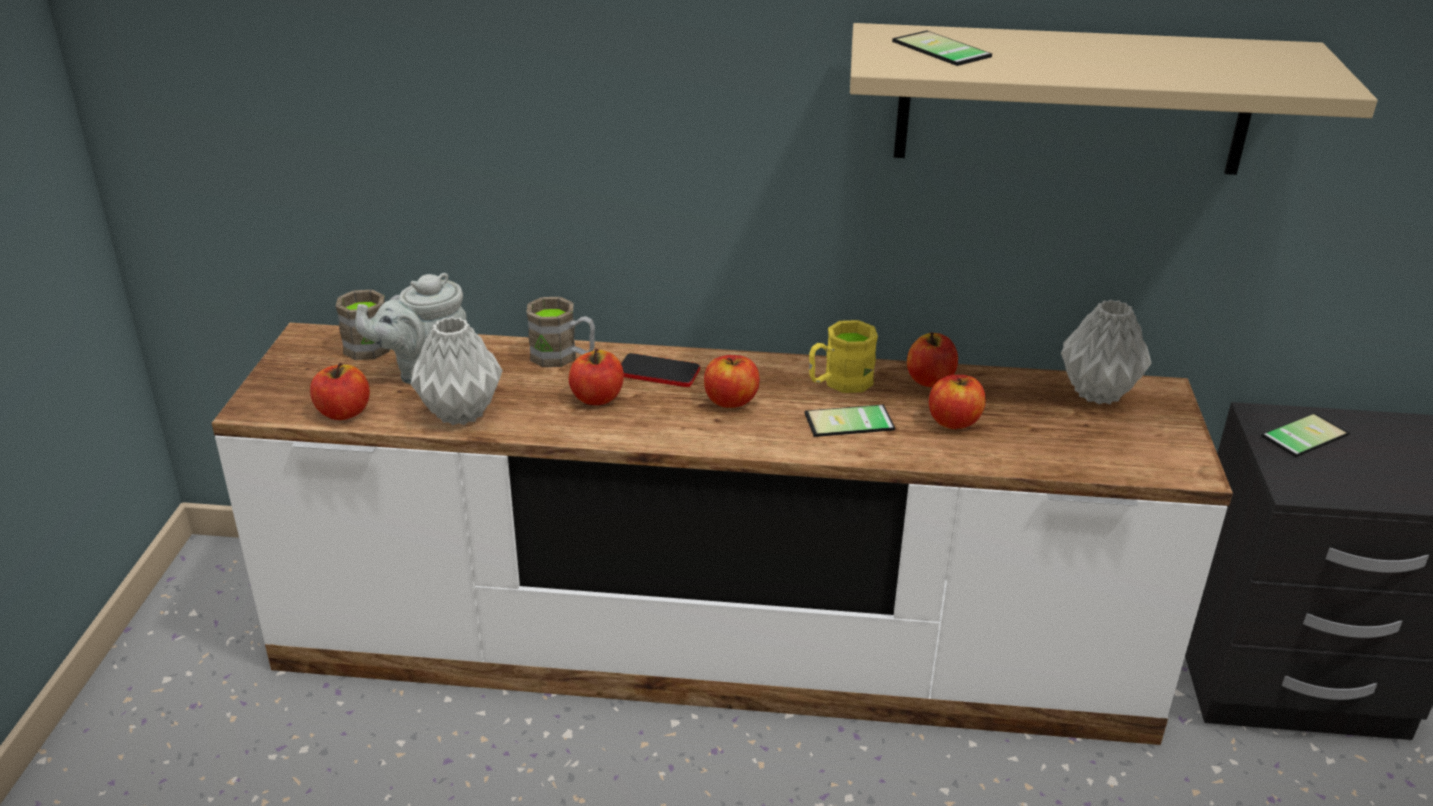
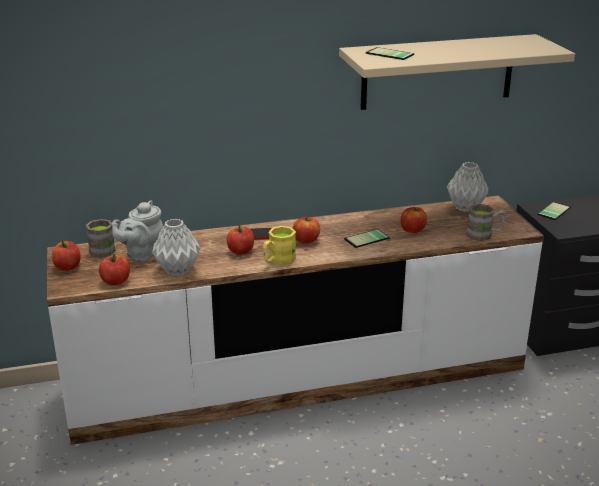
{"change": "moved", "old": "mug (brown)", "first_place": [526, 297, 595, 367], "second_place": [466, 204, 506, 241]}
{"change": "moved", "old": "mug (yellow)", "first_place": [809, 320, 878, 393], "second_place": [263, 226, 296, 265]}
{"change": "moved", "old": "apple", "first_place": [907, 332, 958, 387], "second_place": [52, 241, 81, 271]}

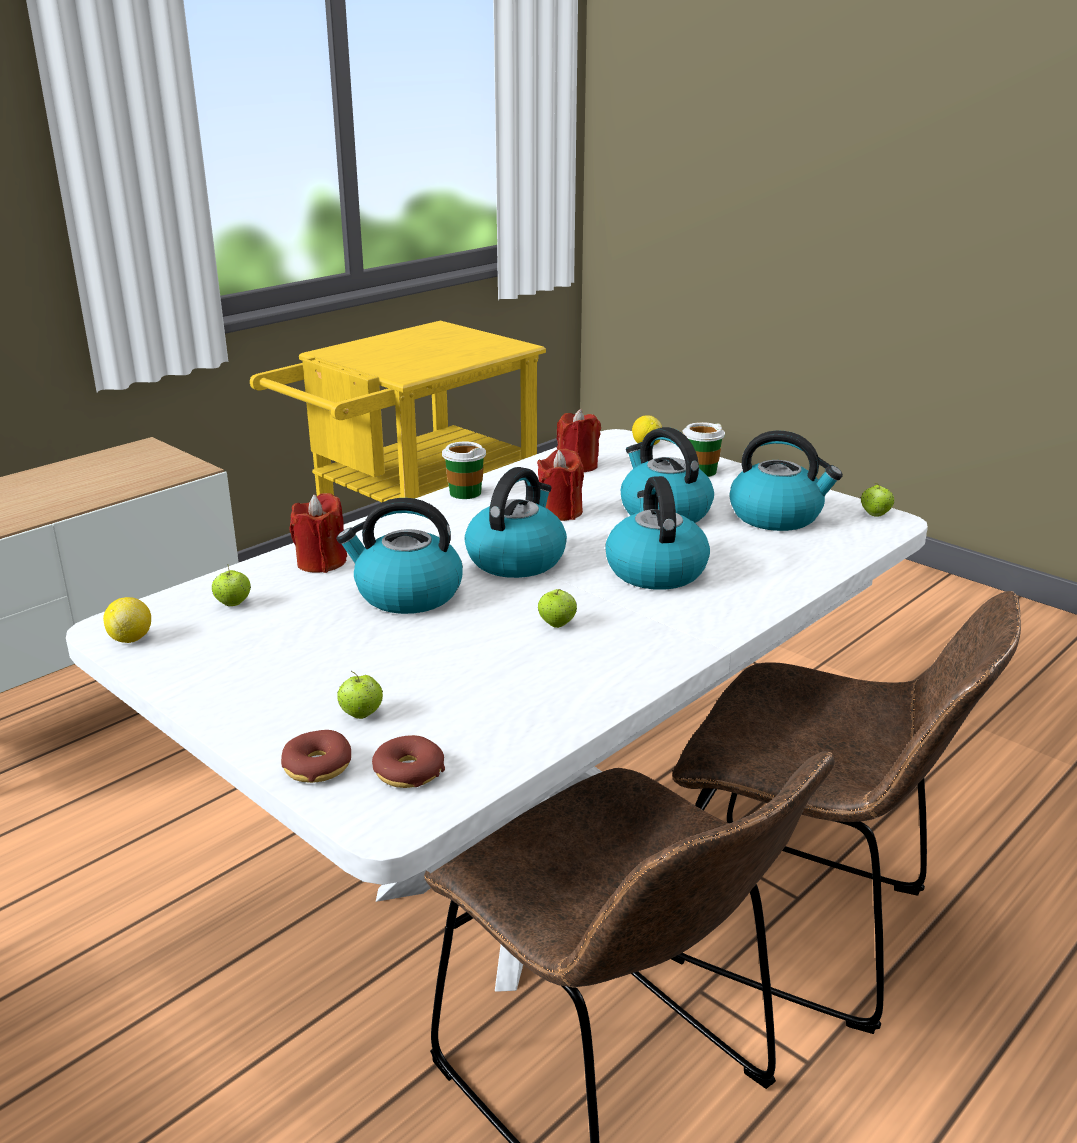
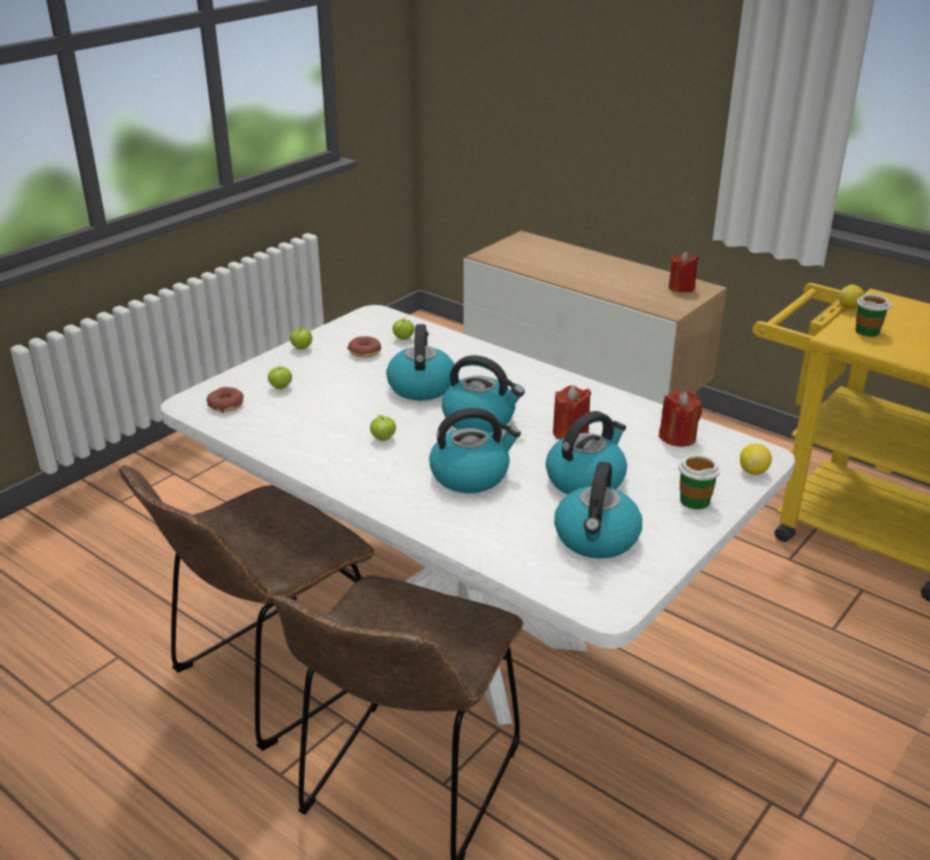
{"change": "moved", "old": "lemon", "first_place": [103, 597, 151, 643], "second_place": [839, 284, 864, 309]}
{"change": "moved", "old": "donut", "first_place": [281, 730, 351, 783], "second_place": [347, 336, 381, 358]}
{"change": "moved", "old": "candle (red)", "first_place": [290, 493, 347, 573], "second_place": [669, 252, 699, 293]}
{"change": "moved", "old": "cup", "first_place": [442, 441, 486, 499], "second_place": [855, 294, 891, 337]}
{"change": "moved", "old": "apple", "first_place": [861, 482, 894, 517], "second_place": [290, 324, 313, 350]}

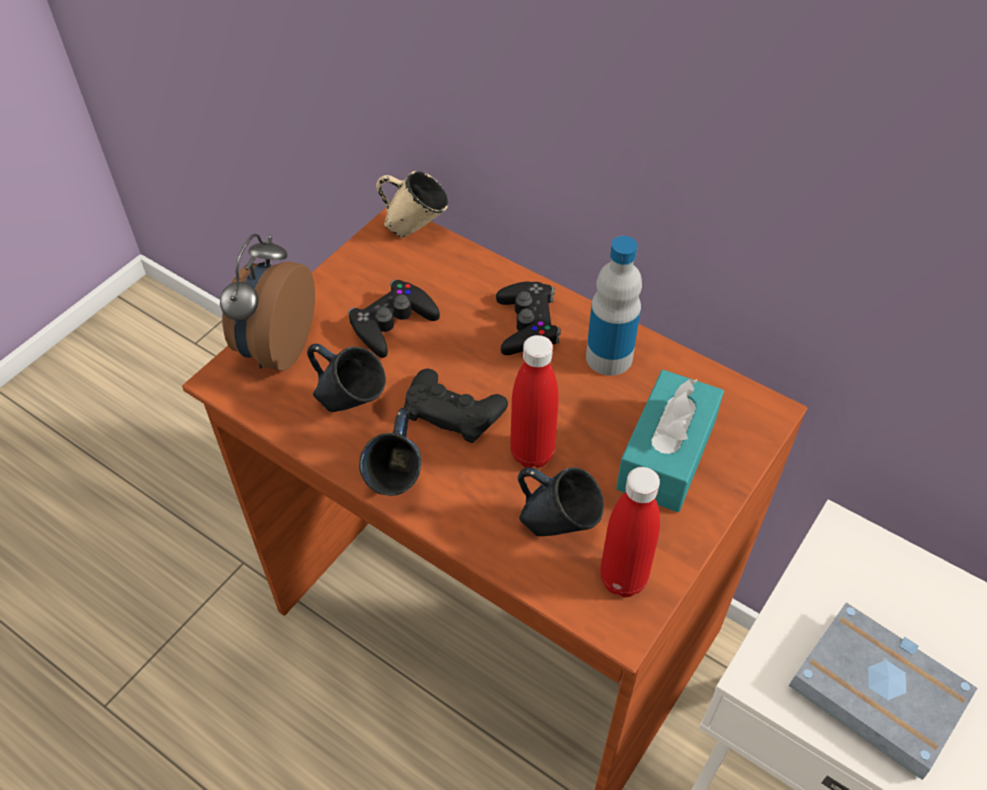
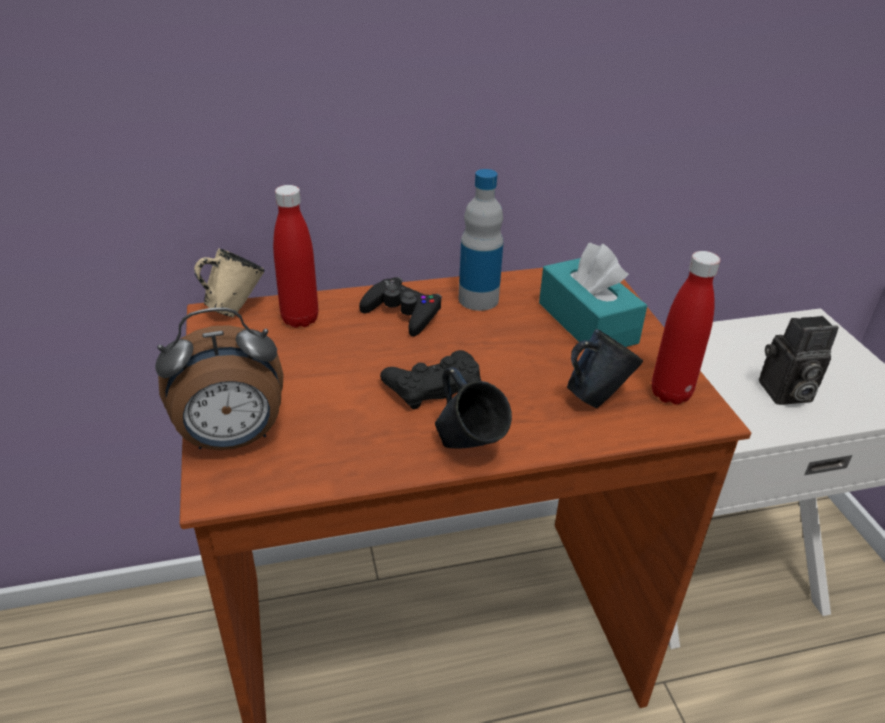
{"change": "turned", "old": "alarm clock", "first_place": [220, 233, 315, 371], "second_place": [155, 308, 283, 450], "degrees": -75}
{"change": "removed", "old": "mug (blue)", "first_place": [307, 344, 386, 412]}
{"change": "removed", "old": "game controller (black)", "first_place": [348, 280, 440, 358]}
{"change": "moved", "old": "bottle (red)", "first_place": [510, 335, 559, 468], "second_place": [273, 185, 318, 328]}
{"change": "replaced", "old": "book (grey)", "new": "photo camera", "first_place": [789, 602, 977, 780], "second_place": [759, 316, 839, 405]}

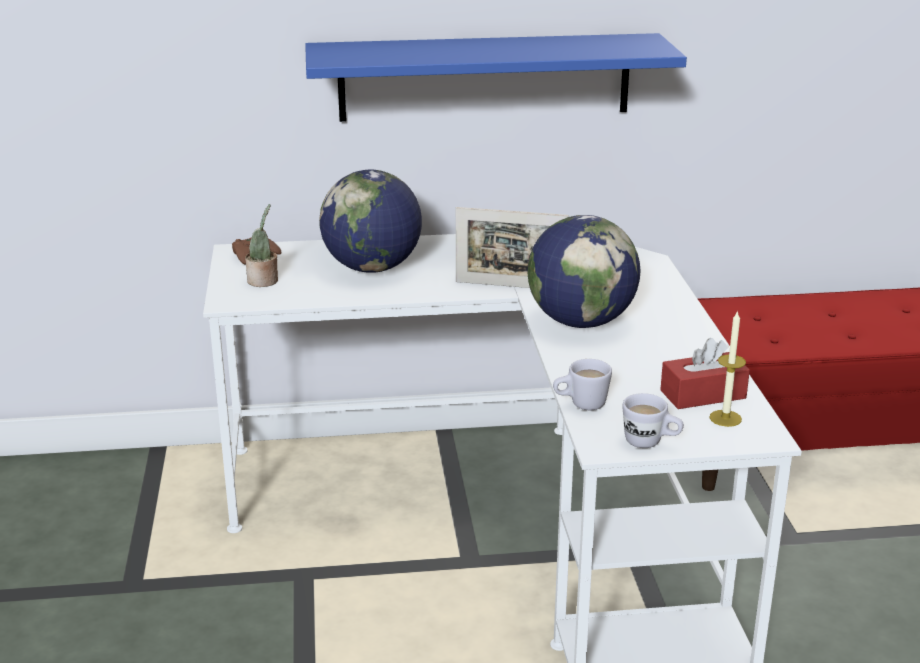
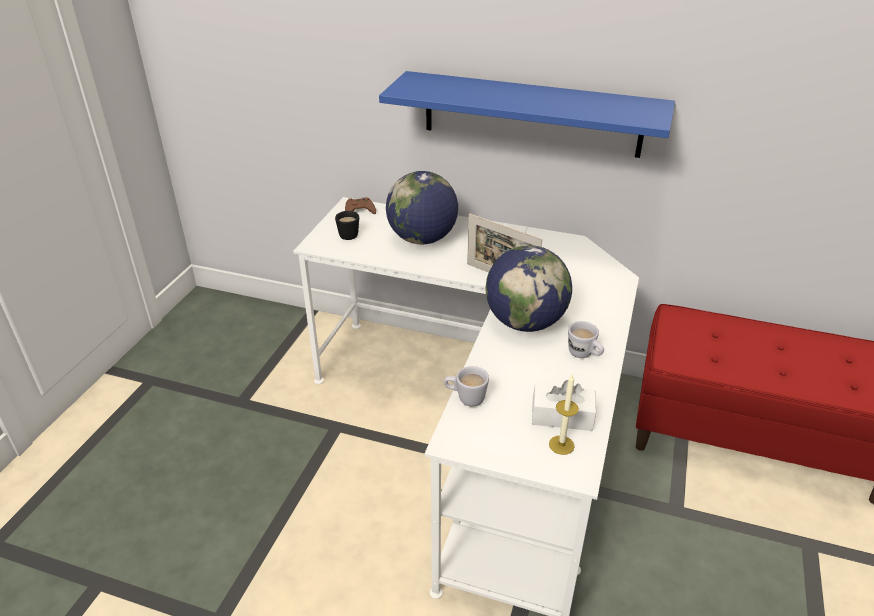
{"change": "replaced", "old": "potted plant", "new": "mug (black)", "first_place": [245, 204, 278, 287], "second_place": [335, 211, 359, 240]}
{"change": "moved", "old": "mug (white)", "first_place": [622, 393, 684, 448], "second_place": [568, 321, 604, 358]}
{"change": "recoloured", "old": "tissue box (red)", "new": "tissue box (white)", "first_place": [660, 338, 750, 409], "second_place": [532, 380, 596, 431]}

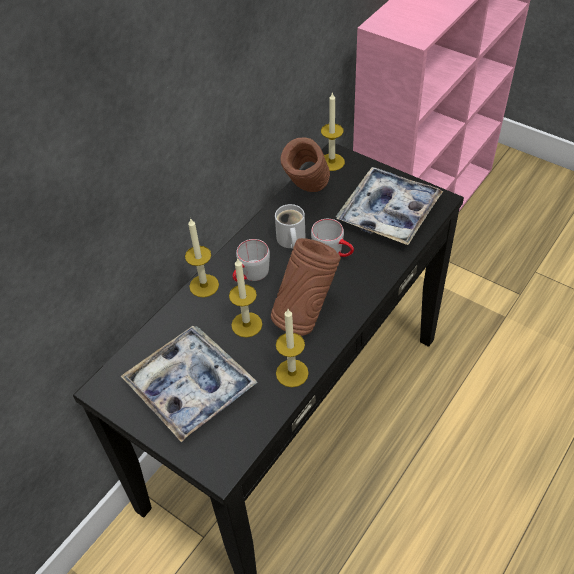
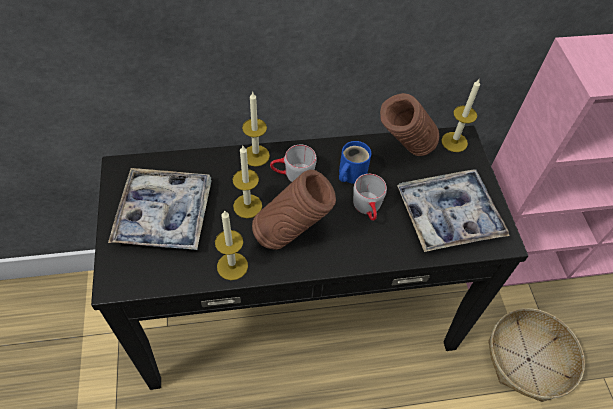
{"change": "recoloured", "old": "mug (white)", "new": "mug (blue)", "first_place": [275, 204, 306, 249], "second_place": [339, 141, 371, 184]}
{"change": "added", "new": "basket", "second_place": [488, 308, 585, 402]}

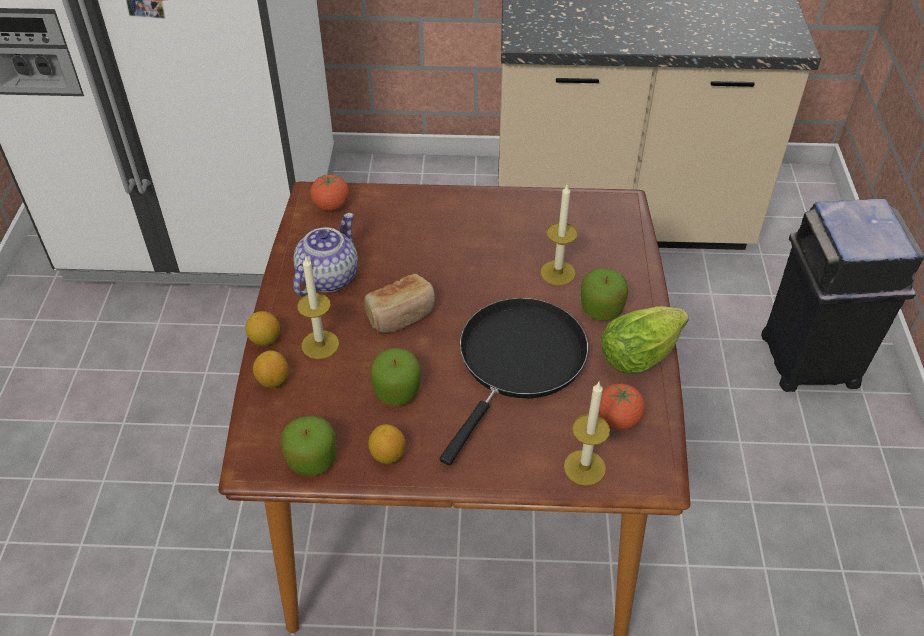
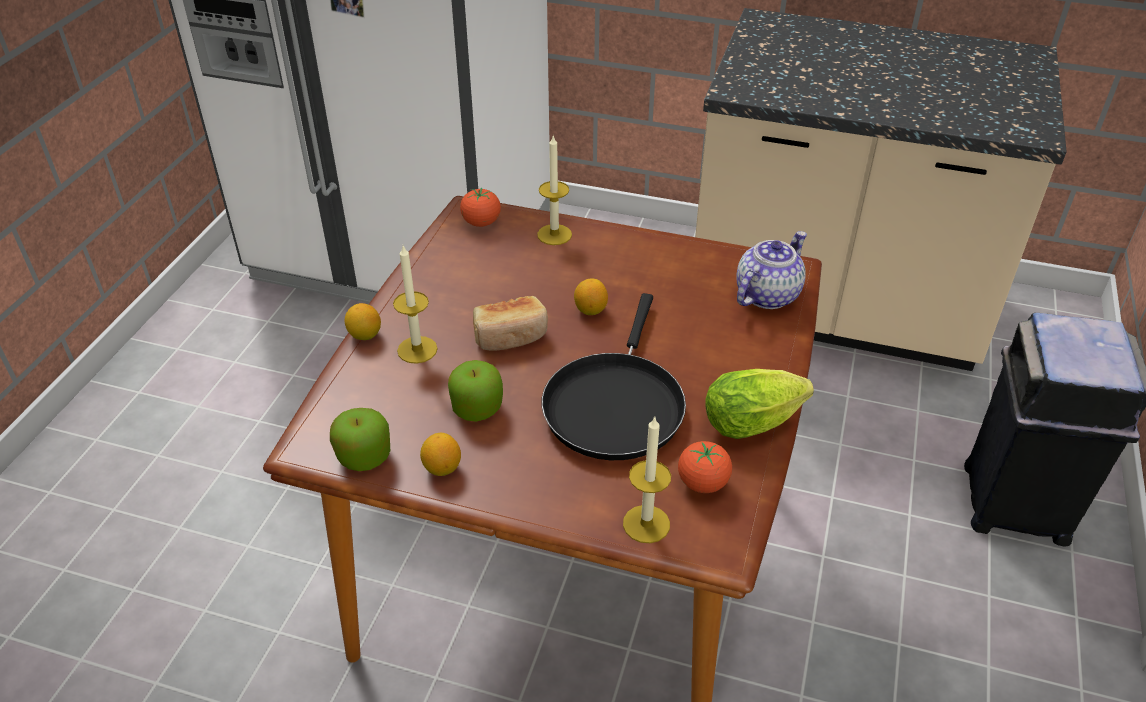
{"change": "moved", "old": "lemon", "first_place": [253, 350, 289, 388], "second_place": [574, 278, 608, 315]}
{"change": "moved", "old": "teapot", "first_place": [293, 213, 358, 296], "second_place": [736, 231, 807, 309]}
{"change": "turned", "old": "frying pan (black)", "first_place": [440, 298, 588, 465], "second_place": [541, 293, 686, 460], "degrees": 150}
{"change": "moved", "old": "candle", "first_place": [541, 185, 578, 285], "second_place": [537, 134, 572, 245]}
{"change": "removed", "old": "apple", "first_place": [581, 268, 628, 320]}

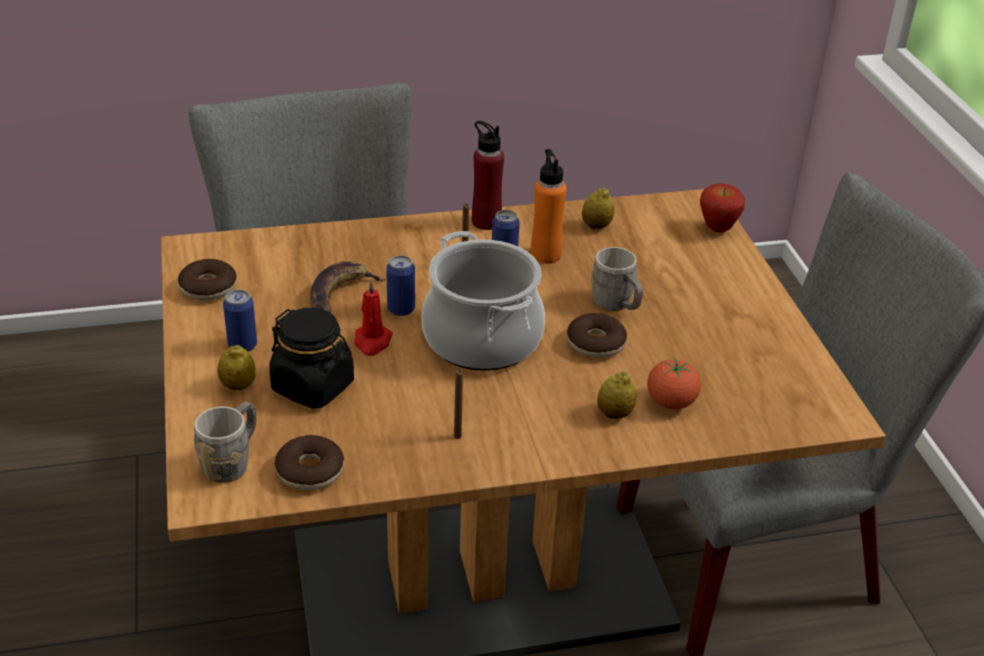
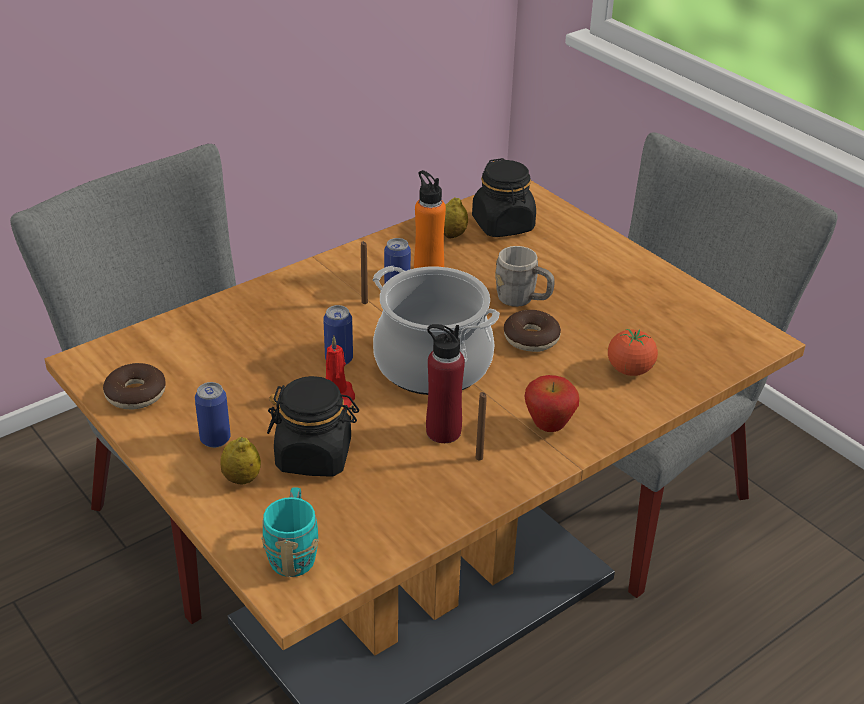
{"change": "recoloured", "old": "mug (grey)", "new": "mug (turquoise)", "first_place": [194, 401, 257, 483], "second_place": [261, 487, 319, 577]}
{"change": "removed", "old": "donut", "first_place": [275, 435, 344, 490]}
{"change": "removed", "old": "banana", "first_place": [310, 261, 386, 313]}
{"change": "moved", "old": "bottle (red)", "first_place": [472, 121, 504, 230], "second_place": [426, 324, 465, 443]}
{"change": "removed", "old": "lemon", "first_place": [597, 371, 637, 419]}
{"change": "moved", "old": "apple", "first_place": [700, 183, 745, 232], "second_place": [525, 375, 579, 432]}
{"change": "added", "new": "jar (black)", "second_place": [472, 158, 536, 237]}

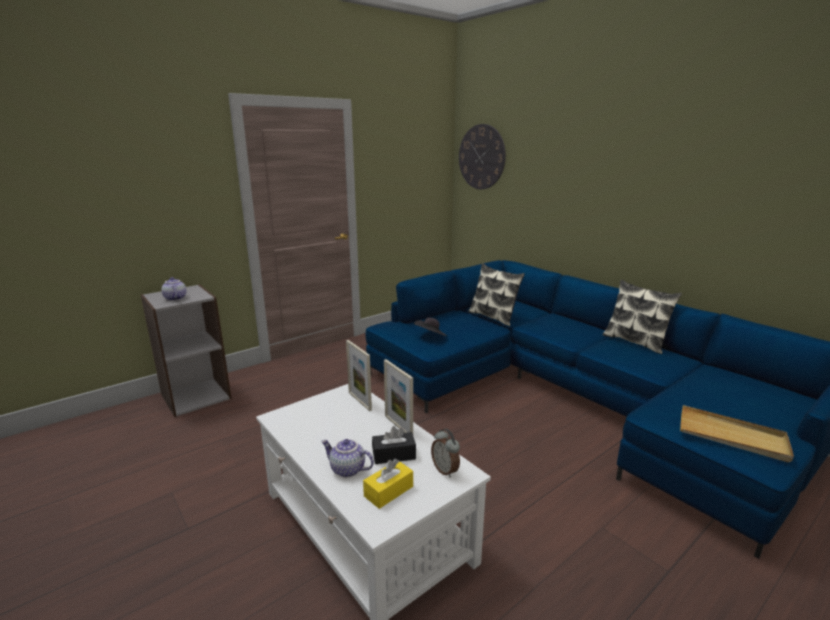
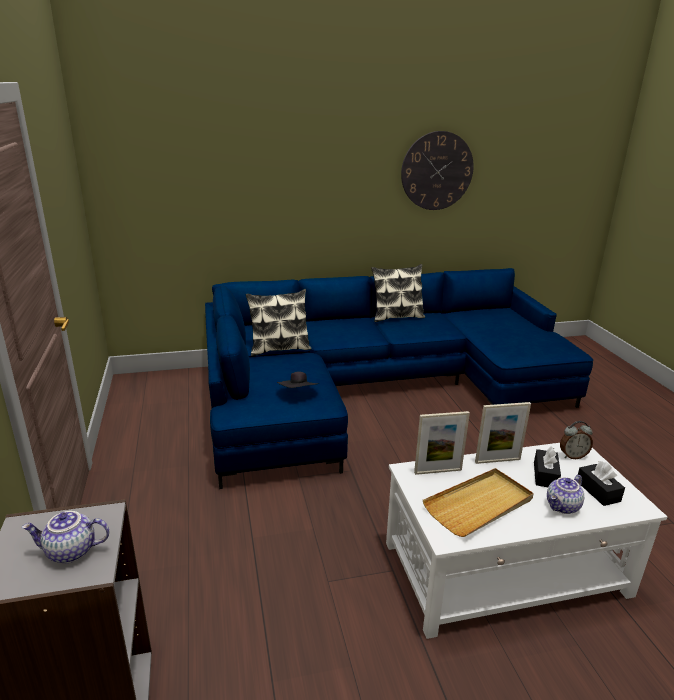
{"change": "recoloured", "old": "tissue box (yellow)", "new": "tissue box (black)", "first_place": [363, 458, 413, 509], "second_place": [578, 461, 625, 506]}
{"change": "moved", "old": "wall clock", "first_place": [459, 124, 506, 189], "second_place": [401, 131, 474, 210]}
{"change": "moved", "old": "tray (beige)", "first_place": [680, 405, 794, 462], "second_place": [423, 468, 534, 537]}

